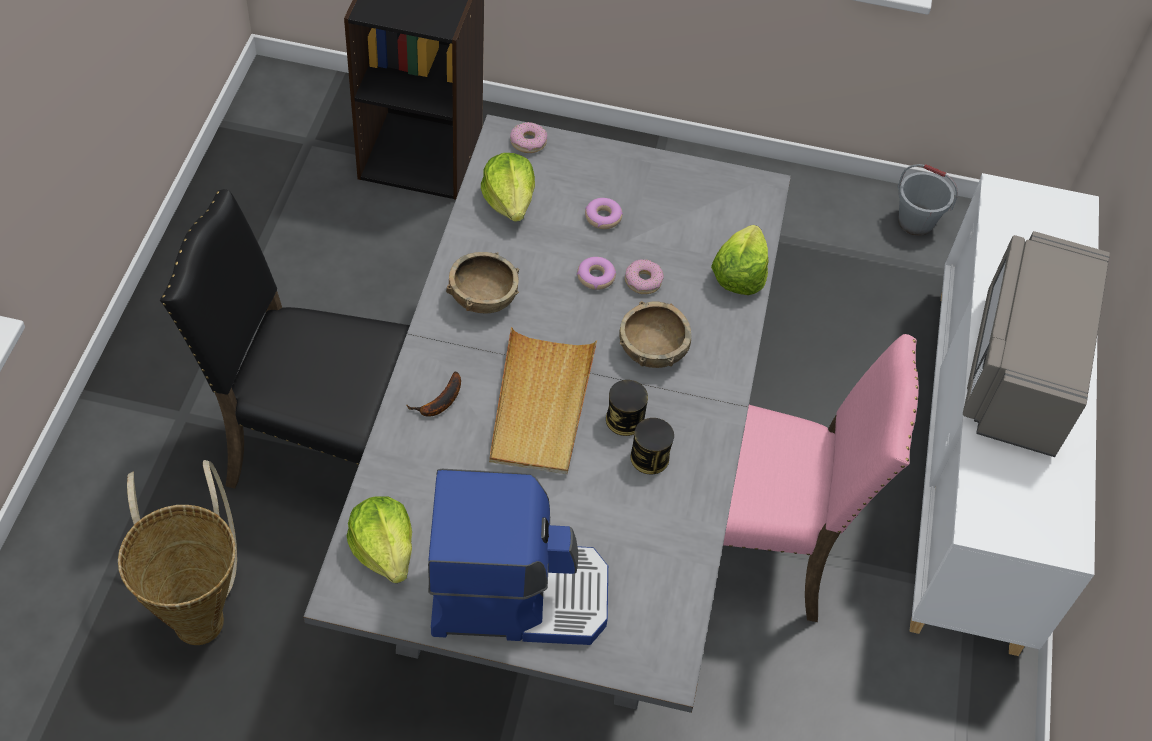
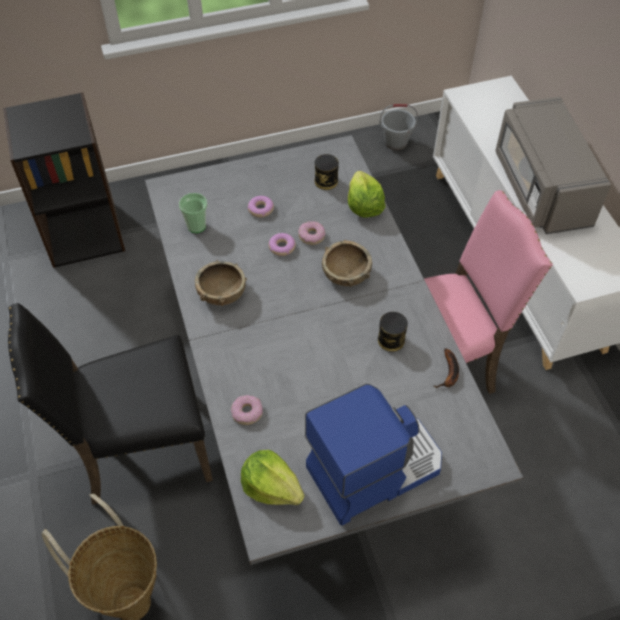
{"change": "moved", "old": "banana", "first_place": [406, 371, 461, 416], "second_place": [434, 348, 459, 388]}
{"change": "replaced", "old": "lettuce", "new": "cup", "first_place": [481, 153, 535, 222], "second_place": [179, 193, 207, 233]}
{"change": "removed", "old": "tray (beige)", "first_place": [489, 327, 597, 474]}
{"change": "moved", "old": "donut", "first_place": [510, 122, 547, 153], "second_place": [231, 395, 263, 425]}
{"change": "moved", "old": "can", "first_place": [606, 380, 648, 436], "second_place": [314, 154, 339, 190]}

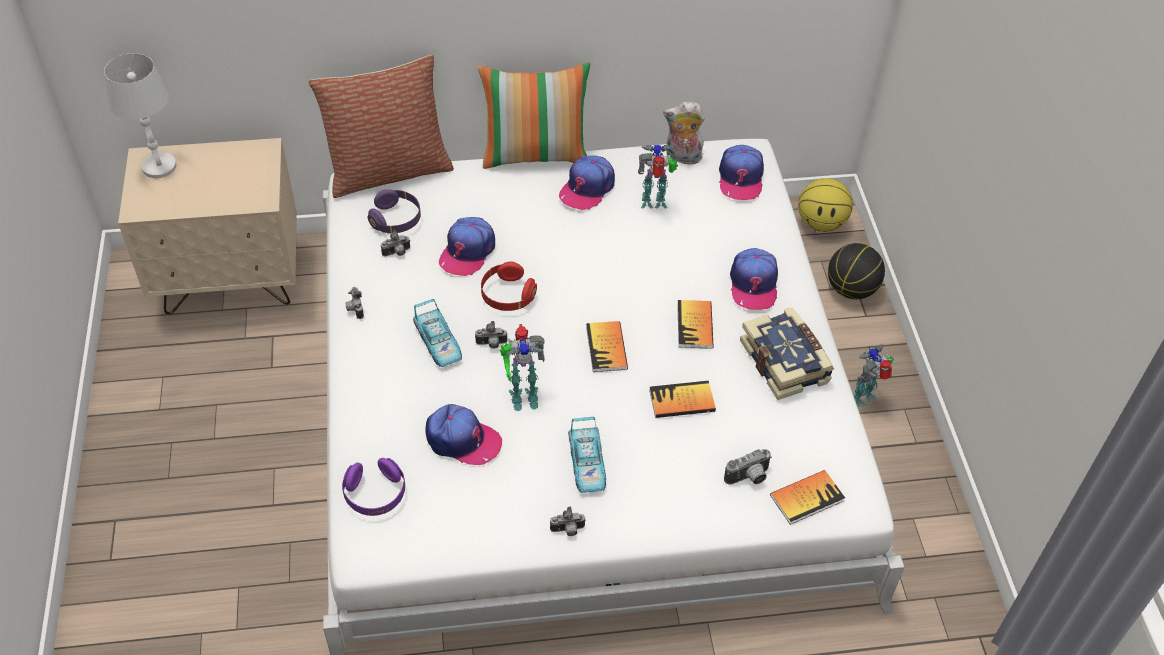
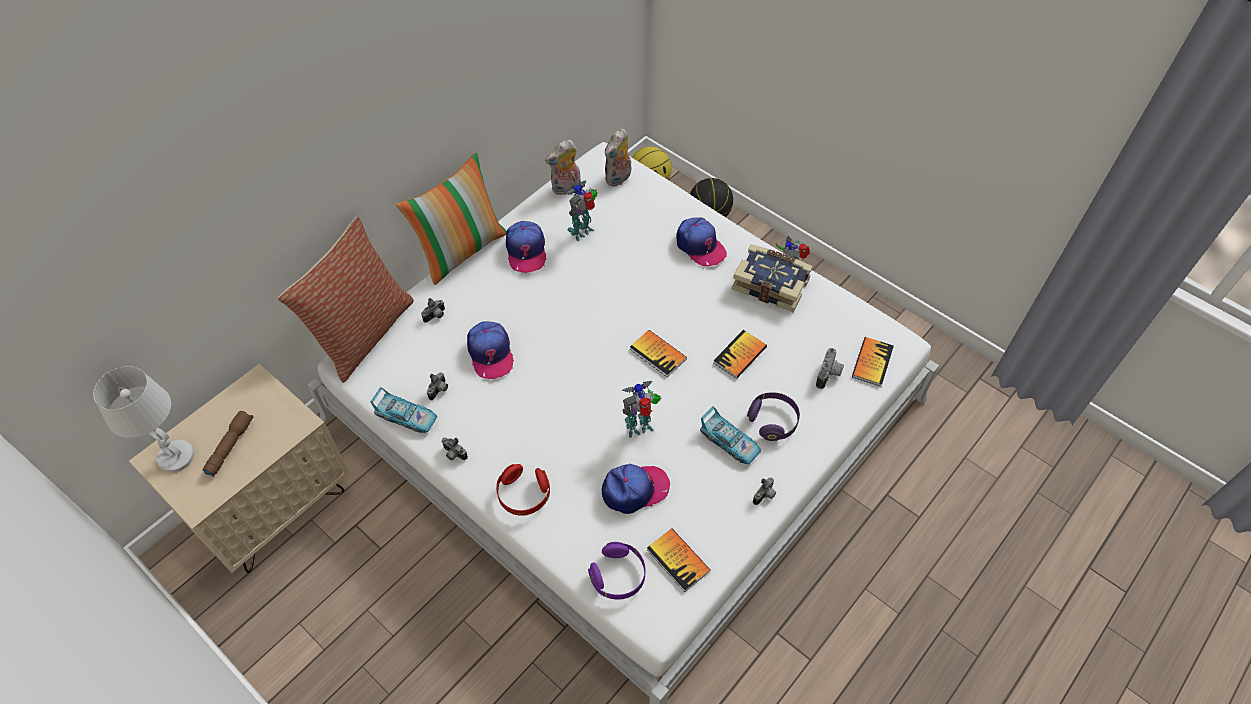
{"change": "moved", "old": "headphones (purple)", "first_place": [368, 189, 421, 233], "second_place": [747, 392, 800, 441]}
{"change": "moved", "old": "toy car", "first_place": [413, 299, 462, 367], "second_place": [371, 387, 437, 433]}
{"change": "moved", "old": "photo camera", "first_place": [475, 321, 507, 349], "second_place": [421, 298, 445, 323]}
{"change": "moved", "old": "headphones (red)", "first_place": [481, 262, 537, 311], "second_place": [496, 464, 550, 516]}
{"change": "turned", "old": "toy robot", "first_place": [500, 324, 545, 411], "second_place": [622, 381, 661, 438], "degrees": -150}
{"change": "moved", "old": "book", "first_place": [677, 300, 713, 349], "second_place": [647, 528, 711, 592]}
{"change": "replaced", "old": "cap", "new": "plush toy", "first_place": [719, 145, 764, 200], "second_place": [605, 128, 632, 187]}
{"change": "added", "new": "flashlight (brown)", "second_place": [203, 411, 253, 477]}

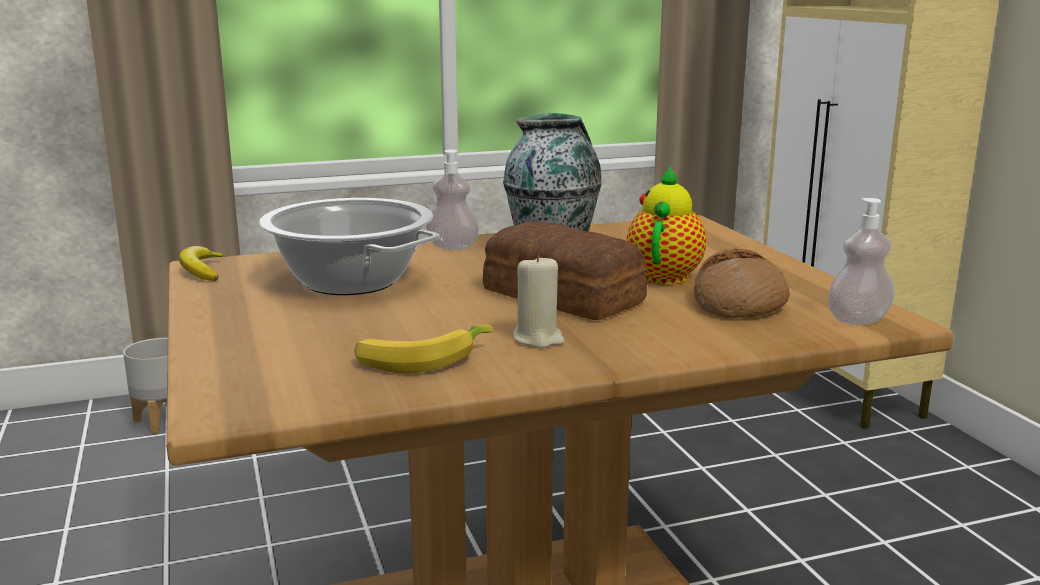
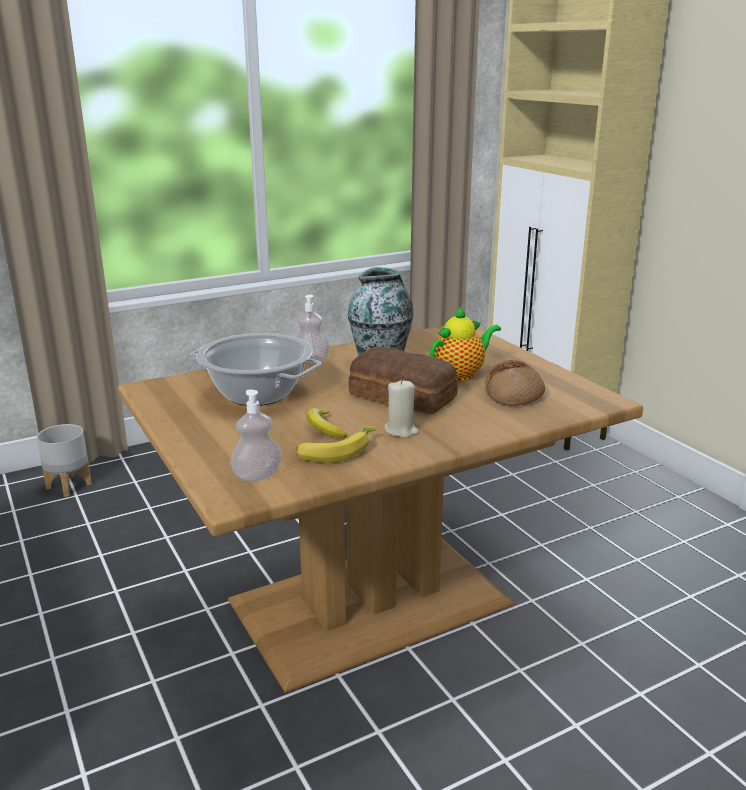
{"change": "moved", "old": "banana", "first_place": [179, 246, 226, 281], "second_place": [307, 408, 346, 438]}
{"change": "turned", "old": "teapot", "first_place": [627, 166, 706, 285], "second_place": [430, 306, 501, 382], "degrees": 45}
{"change": "moved", "old": "soap dispenser", "first_place": [828, 198, 895, 325], "second_place": [230, 389, 282, 482]}

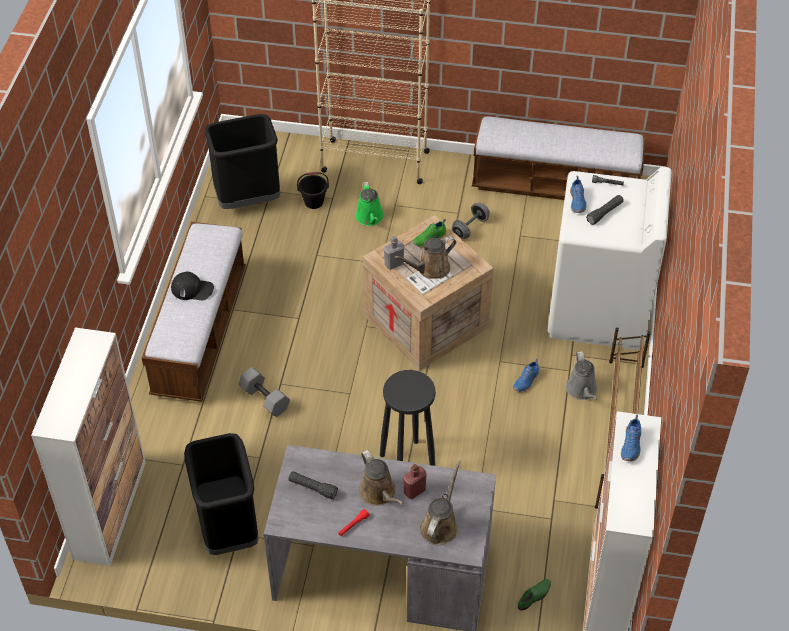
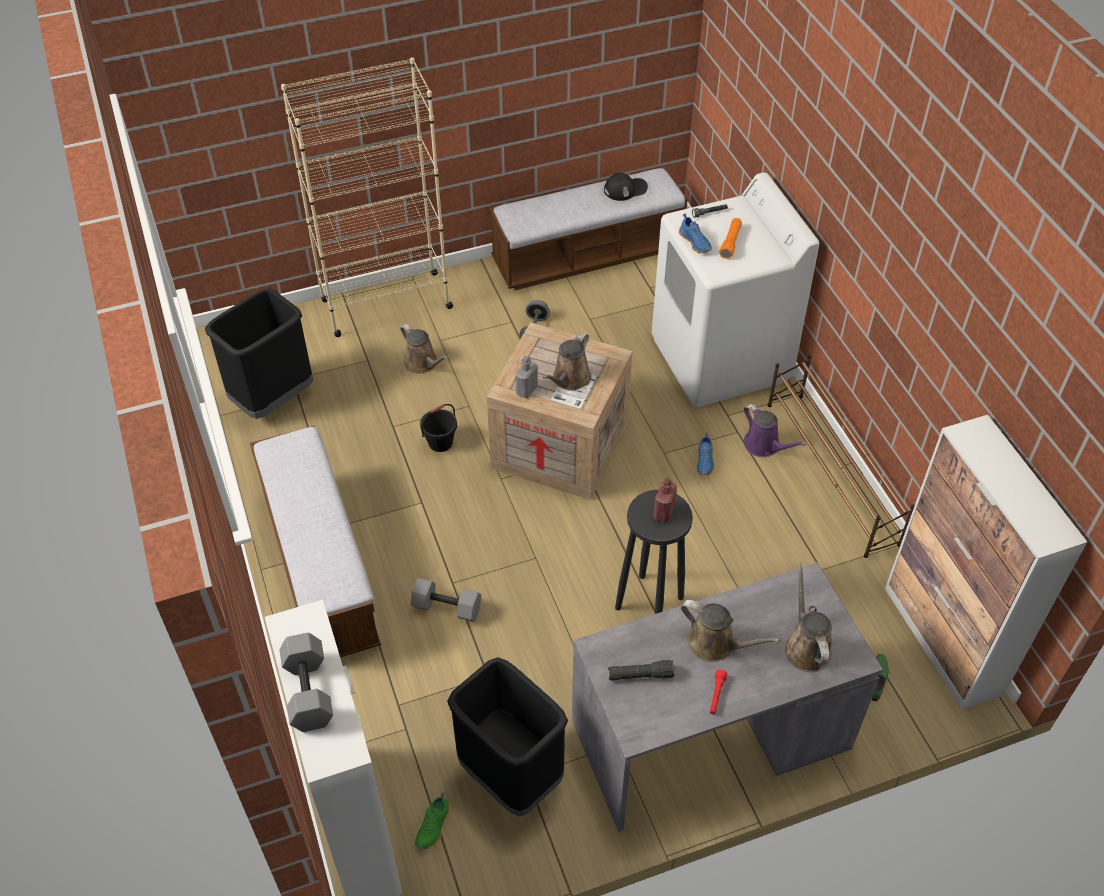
{"change": "moved", "old": "cap (black)", "first_place": [171, 271, 214, 300], "second_place": [604, 173, 648, 201]}
{"change": "moved", "old": "bucket (black)", "first_place": [297, 172, 329, 209], "second_place": [420, 404, 457, 452]}
{"change": "recoloured", "old": "watering can (green)", "new": "watering can (brown)", "first_place": [355, 182, 384, 226], "second_place": [400, 324, 449, 374]}
{"change": "moved", "old": "bottle (red)", "first_place": [403, 464, 427, 499], "second_place": [653, 478, 677, 523]}
{"change": "moved", "old": "shoe (green)", "first_place": [413, 219, 447, 248], "second_place": [415, 792, 450, 849]}
{"change": "recoloured", "old": "watering can (grey)", "new": "watering can (purple)", "first_place": [566, 351, 597, 400], "second_place": [744, 404, 806, 457]}
{"change": "recoloured", "old": "flashlight (black)", "new": "flashlight (orange)", "first_place": [586, 195, 624, 225], "second_place": [719, 218, 742, 259]}
{"change": "removed", "old": "shoe (blue)", "first_place": [621, 414, 641, 461]}
{"change": "added", "new": "dumbbell (grey)", "second_place": [279, 633, 333, 732]}

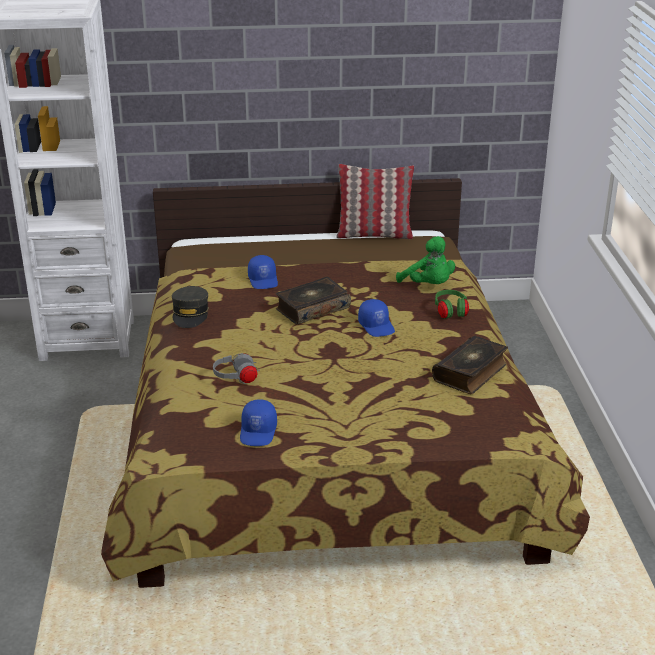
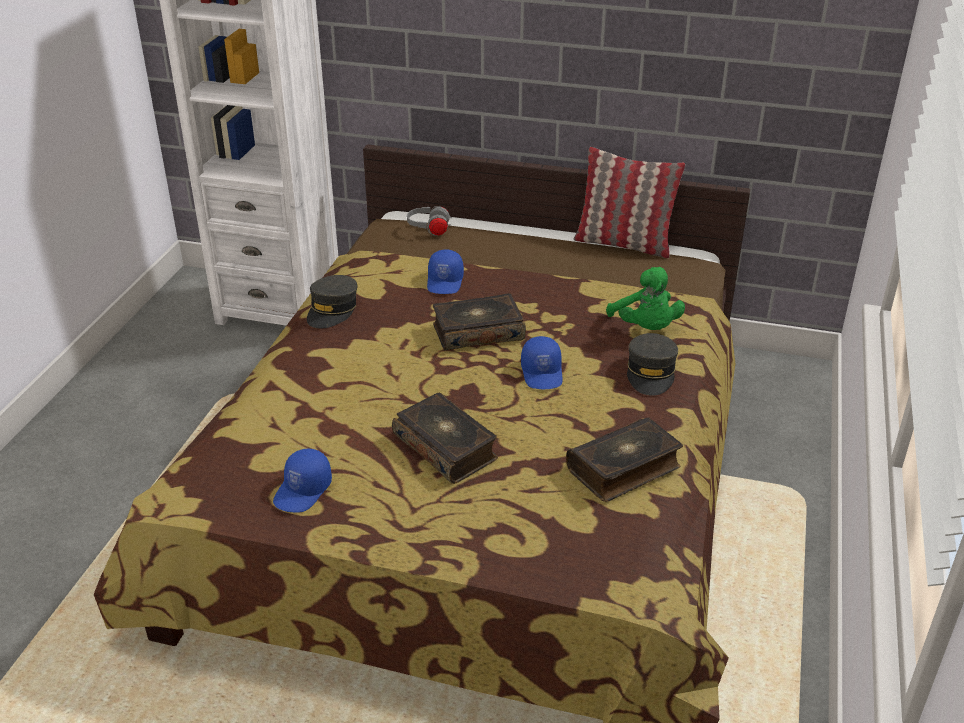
{"change": "moved", "old": "headphones (grey)", "first_place": [213, 353, 260, 384], "second_place": [407, 206, 452, 236]}
{"change": "replaced", "old": "headphones (green)", "new": "cap (grey)", "first_place": [435, 290, 469, 318], "second_place": [627, 333, 678, 396]}
{"change": "added", "new": "book", "second_place": [392, 393, 498, 484]}

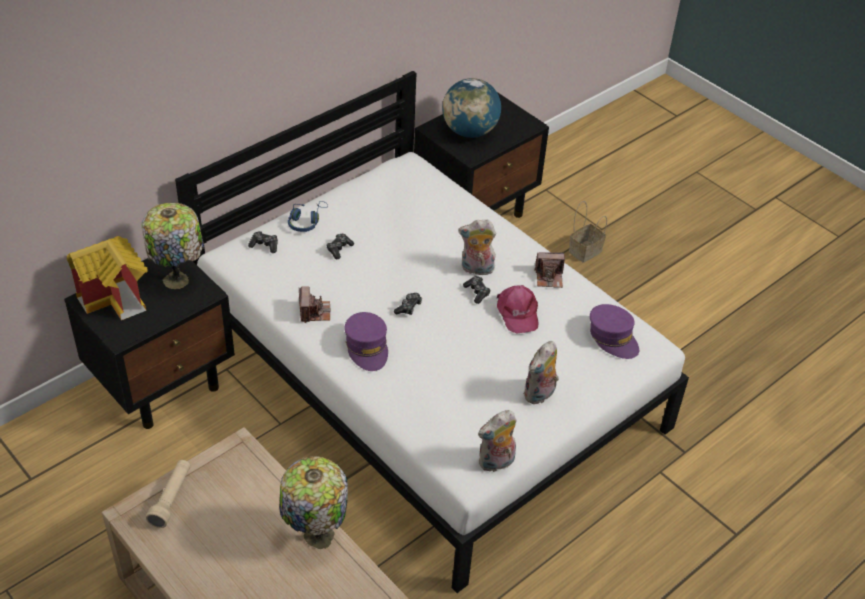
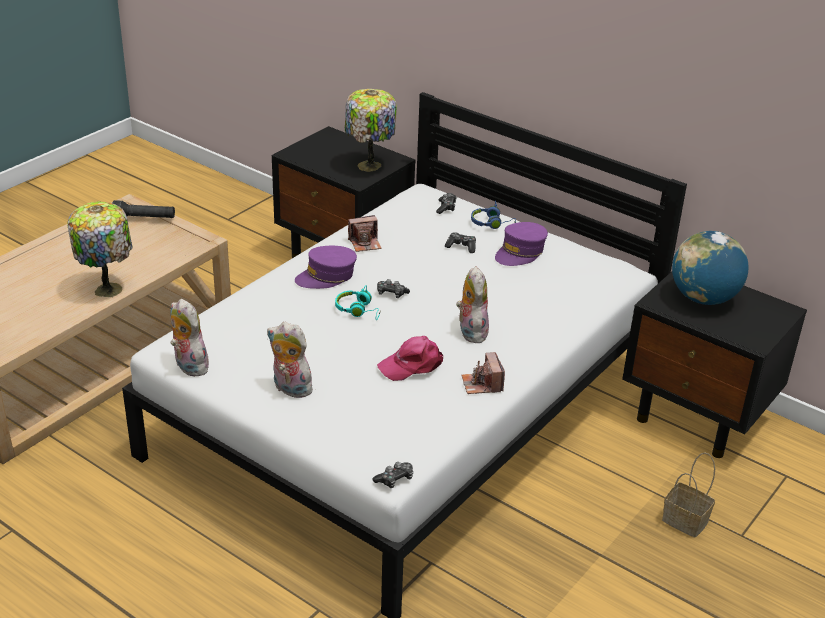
{"change": "removed", "old": "toy house", "first_place": [66, 236, 148, 320]}
{"change": "recoloured", "old": "flashlight (beige)", "new": "flashlight (black)", "first_place": [146, 460, 191, 528], "second_place": [112, 200, 175, 218]}
{"change": "moved", "old": "game controller", "first_place": [463, 276, 490, 304], "second_place": [373, 462, 413, 488]}
{"change": "moved", "old": "cap (purple)", "first_place": [590, 304, 639, 359], "second_place": [495, 222, 548, 266]}
{"change": "added", "new": "headphones (turquoise)", "second_place": [335, 285, 381, 320]}

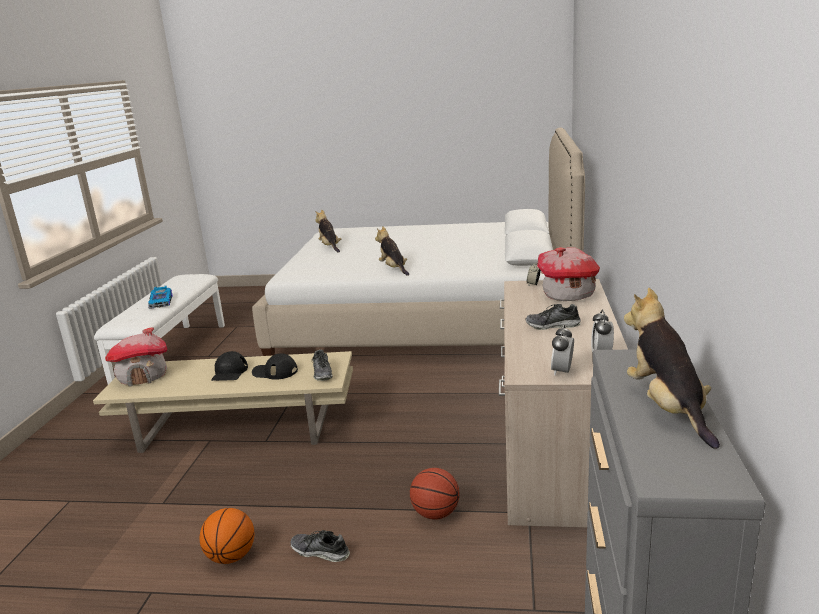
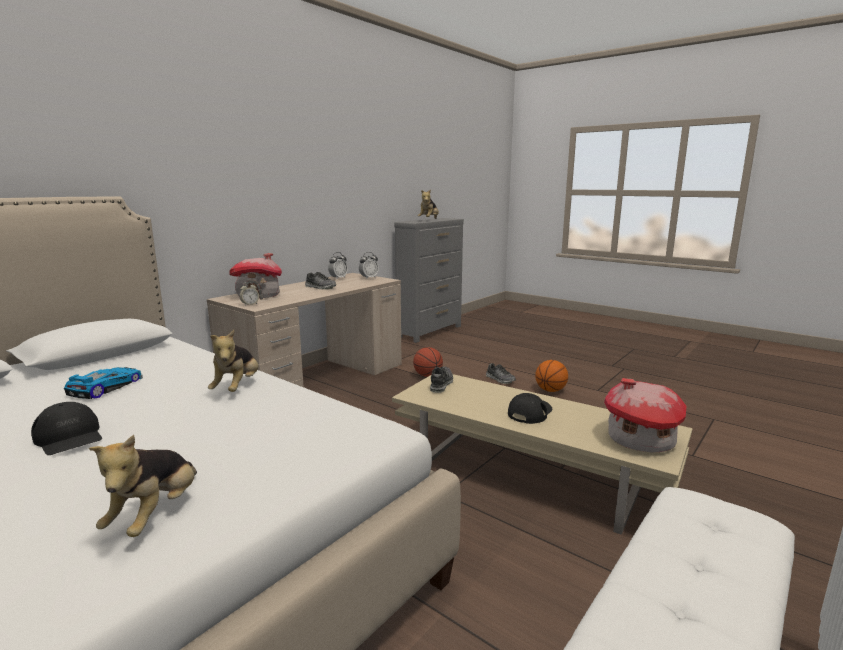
{"change": "moved", "old": "toy car", "first_place": [148, 286, 172, 309], "second_place": [64, 367, 143, 399]}
{"change": "moved", "old": "cap (black)", "first_place": [252, 353, 298, 380], "second_place": [31, 402, 102, 455]}

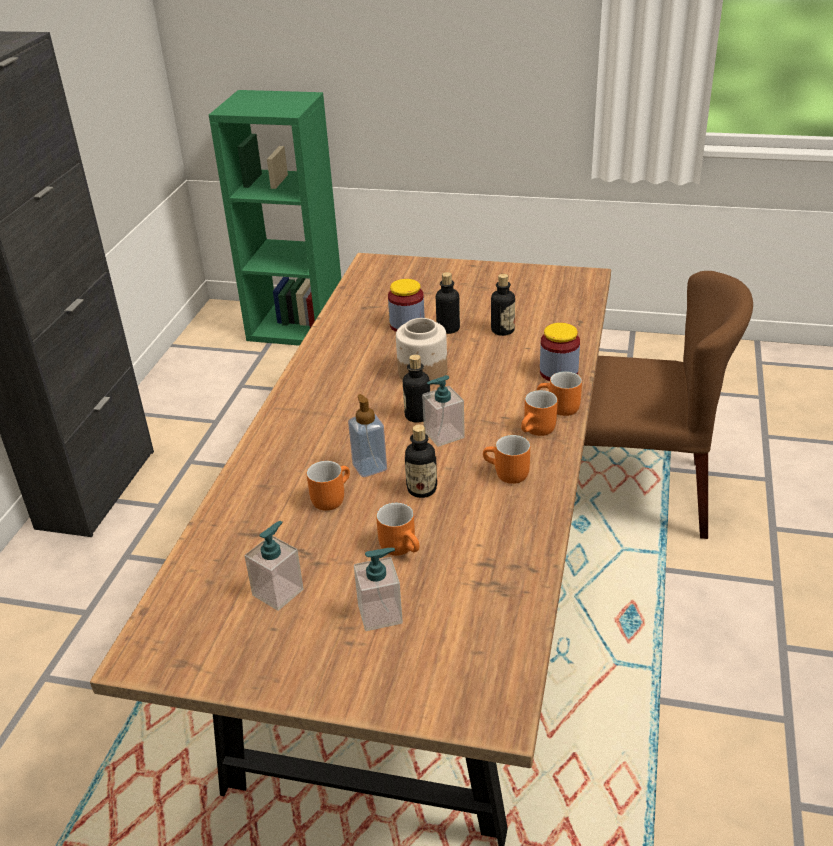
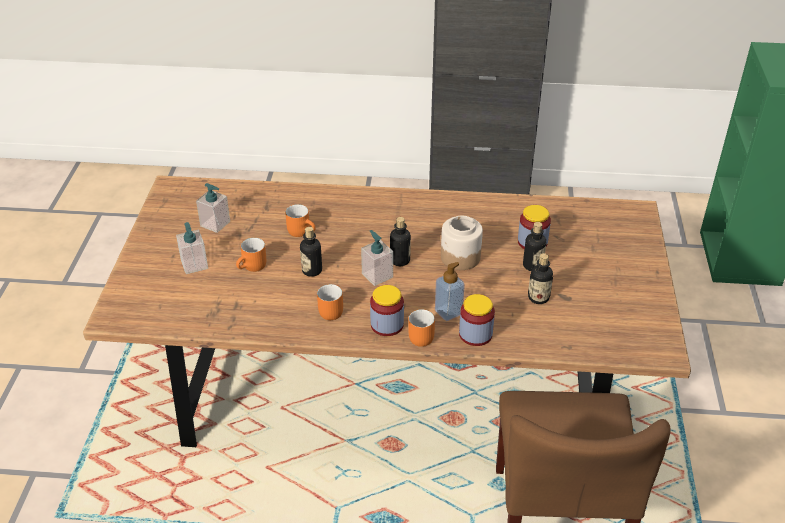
{"change": "moved", "old": "soap dispenser", "first_place": [348, 394, 387, 477], "second_place": [435, 262, 465, 321]}
{"change": "replaced", "old": "mug (orange)", "new": "jar", "first_place": [521, 390, 558, 436], "second_place": [370, 285, 404, 336]}

